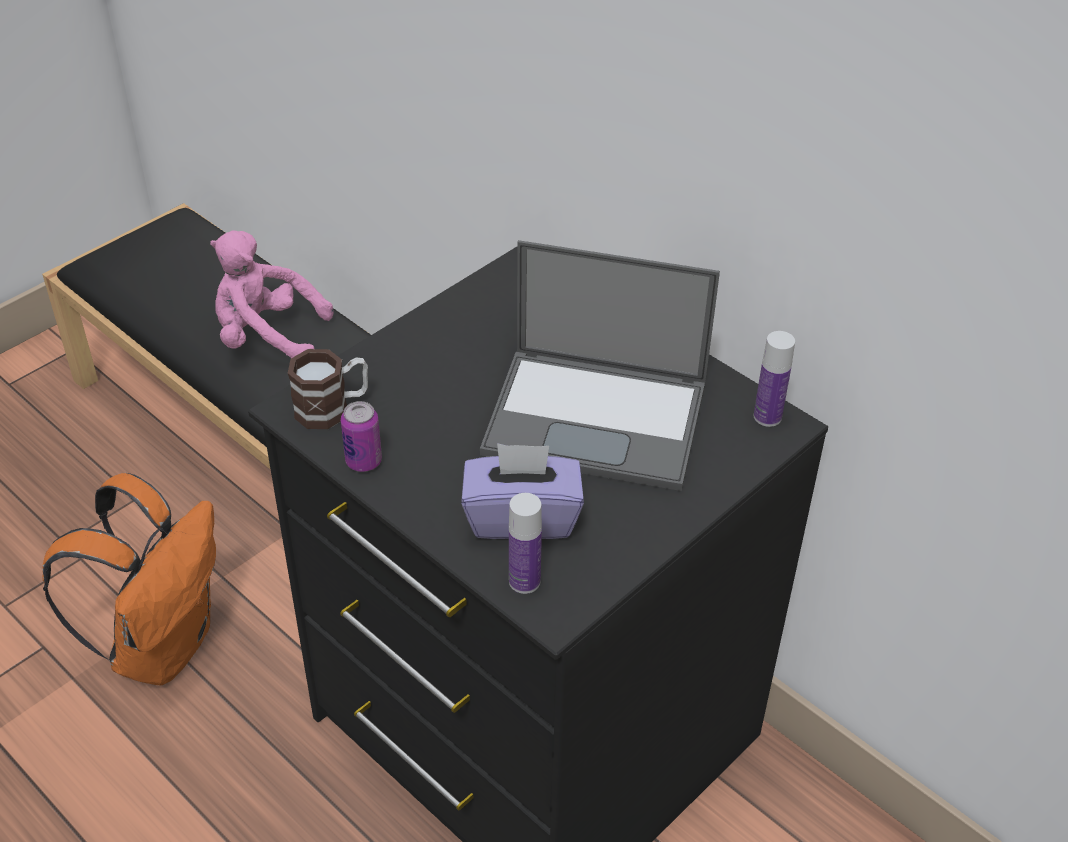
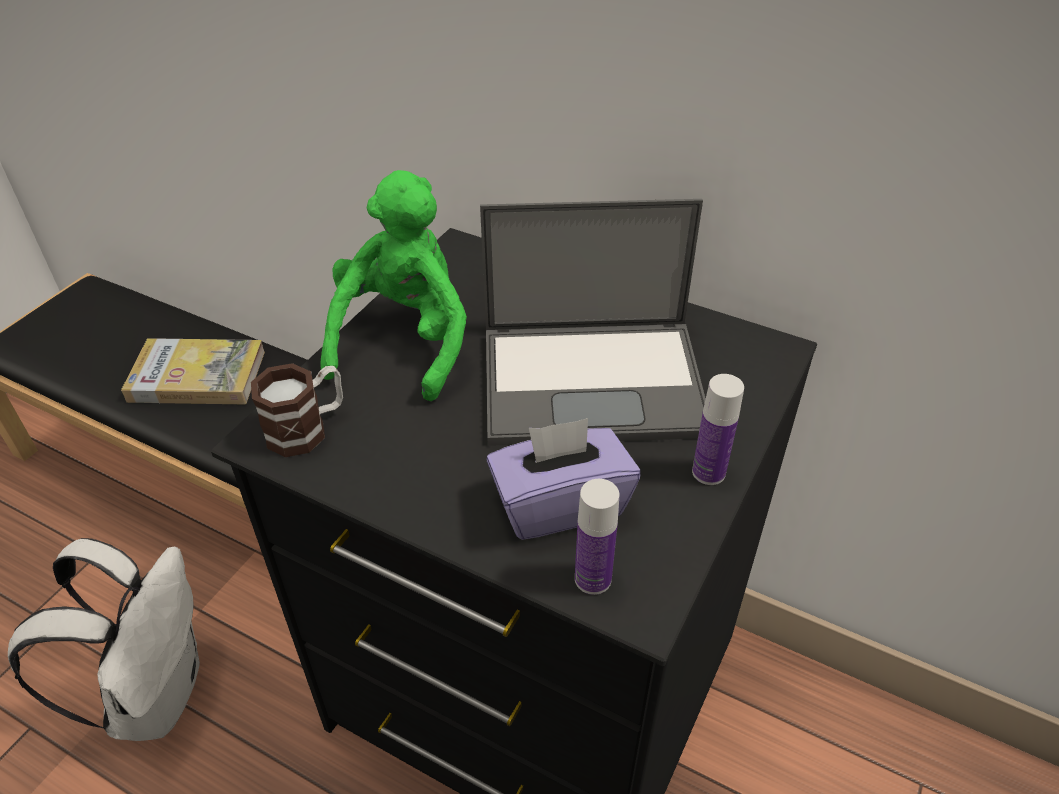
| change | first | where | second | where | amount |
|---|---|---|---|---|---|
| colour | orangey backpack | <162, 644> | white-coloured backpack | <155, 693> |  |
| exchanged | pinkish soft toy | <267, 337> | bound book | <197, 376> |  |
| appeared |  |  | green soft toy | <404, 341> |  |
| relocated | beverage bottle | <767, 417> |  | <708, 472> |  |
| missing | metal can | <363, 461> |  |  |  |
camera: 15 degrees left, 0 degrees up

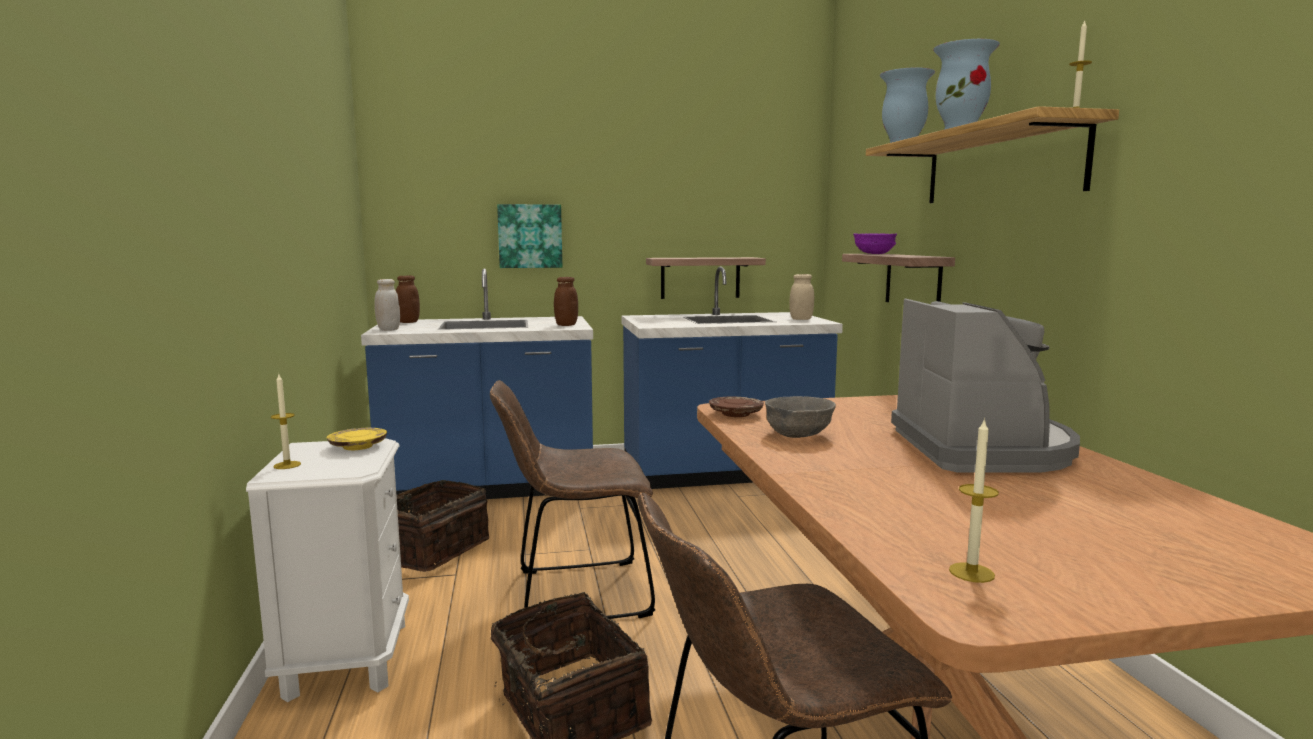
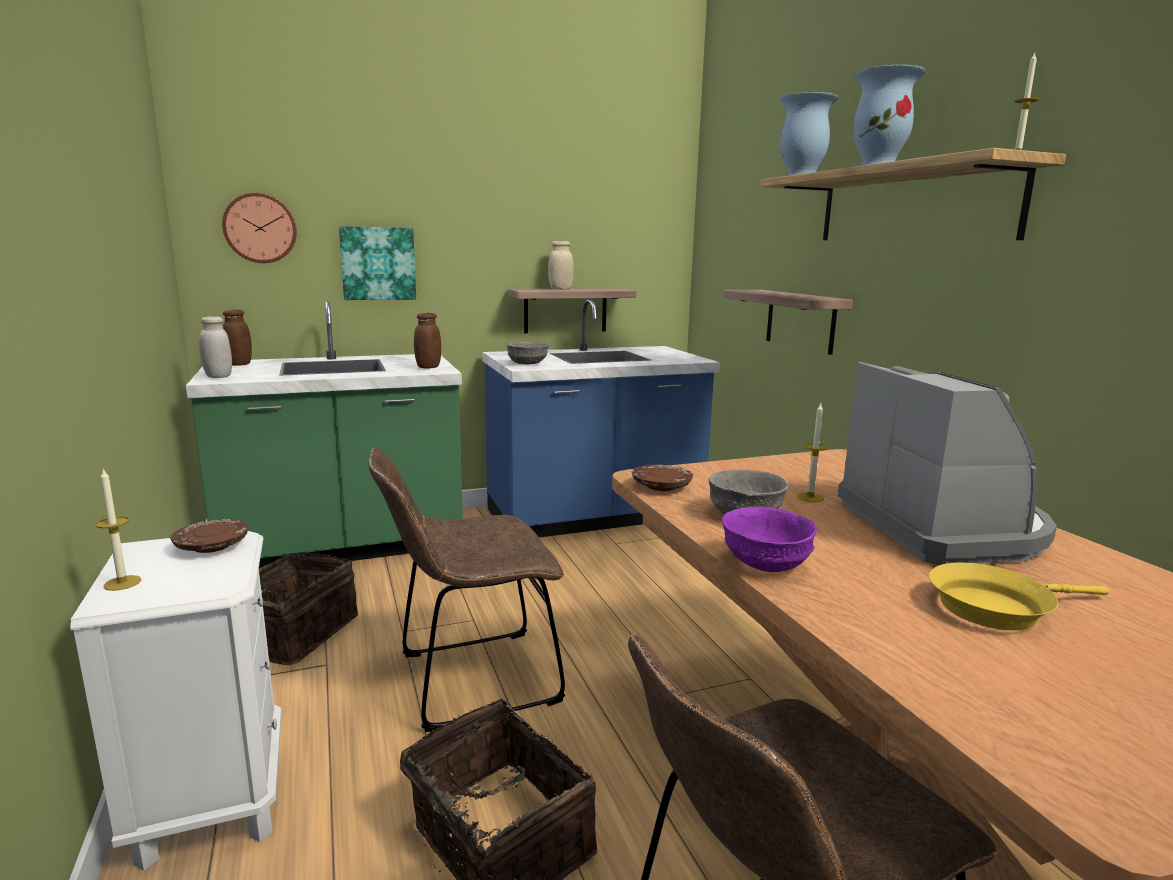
| change | first | where | second | where | amount |
|---|---|---|---|---|---|
| colour | yellow flat dish | <357, 447> | brownish flat dish | <211, 546> |  |
| colour | blue kitchen base unit | <489, 487> | green kitchen base unit | <344, 546> |  |
| appeared |  |  | clock on the wall | <260, 228> |  |
| appeared |  |  | greyish serving bowl | <527, 364> |  |
| relocated | sand-coloured preserve jar | <801, 319> |  | <560, 289> |  |
| relocated | purple-coloured serving bowl | <874, 253> |  | <766, 563> |  |
| relocated | wax light | <971, 572> |  | <810, 497> |  |
| appeared |  |  | yellow pan | <996, 607> |  |
camera: 10 degrees left, 5 degrees up

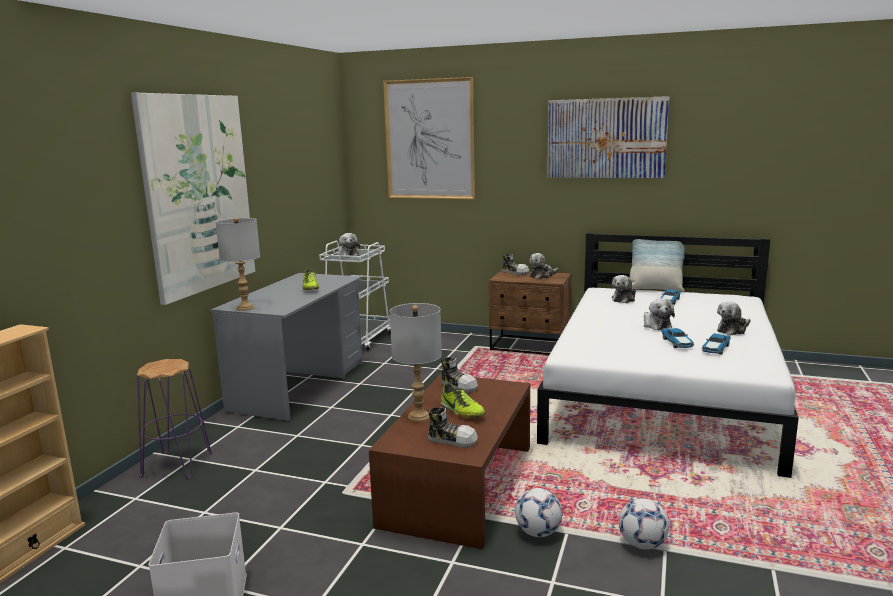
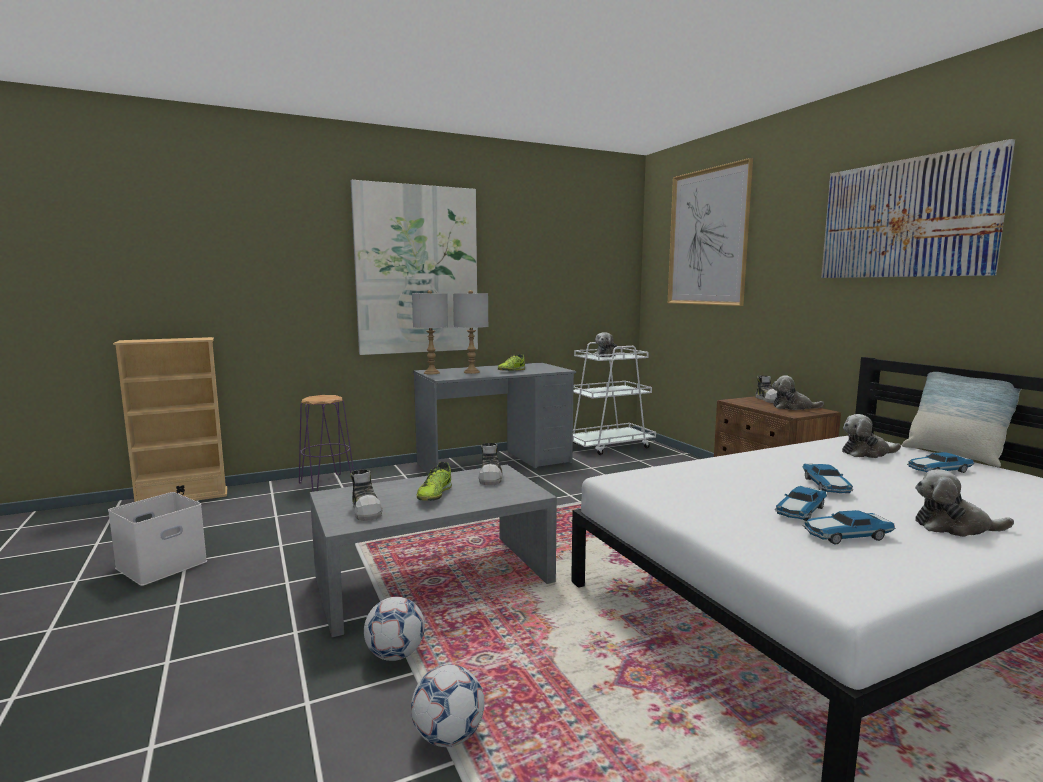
| change | first | where | second | where | amount |
|---|---|---|---|---|---|
| colour | brownish lounge table | <458, 484> | greyish lounge table | <433, 579> |  |
| relocated | greyish tabletop lamp | <419, 417> |  | <472, 372> |  |
| exchanged | soft toy | <656, 325> | miniature car | <826, 486> |  |
camera: 45 degrees right, 5 degrees down

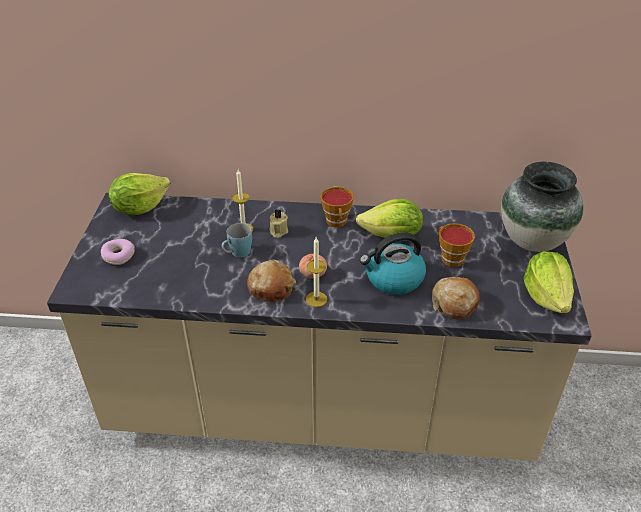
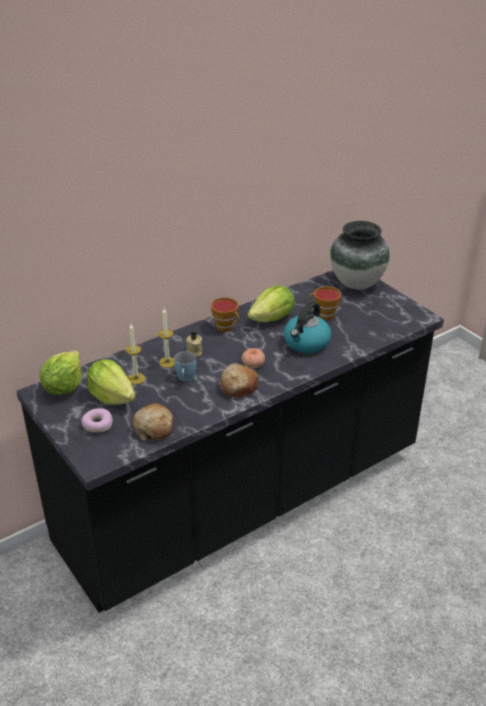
| change | first | where | second | where | amount |
|---|---|---|---|---|---|
| colour | sand-coloured kitchen base unit | <320, 405> | black-coloured kitchen base unit | <242, 498> |  |
| relocated | lettuce | <546, 296> |  | <112, 397> |  |
| relocated | wax light | <316, 299> |  | <136, 378> |  |
| relocated | bread | <454, 303> |  | <154, 428> |  |
camera: 40 degrees left, 5 degrees down

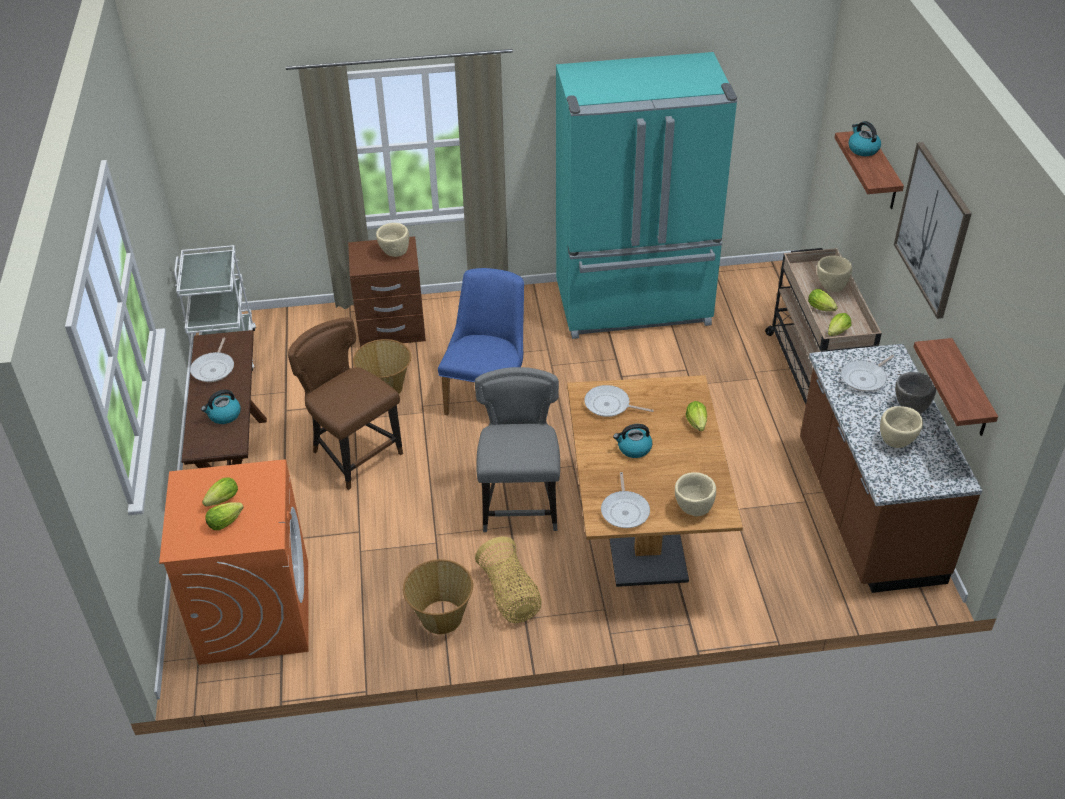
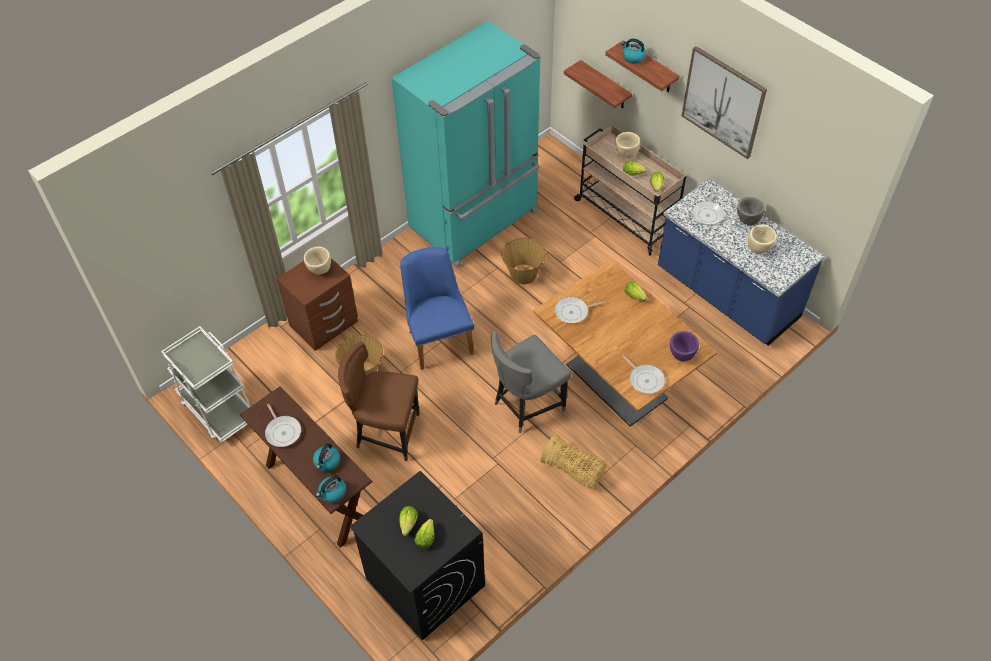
| change | first | where | second | where | amount |
|---|---|---|---|---|---|
| relocated | water kettle | <633, 448> |  | <332, 493> |  |
| colour | orangey washing machine | <254, 611> | black-coloured washing machine | <424, 582> |  |
| spun | greyish plain chair | <520, 504> |  | <526, 405> | 90 degrees counterclockwise |
| relocated | household basket | <441, 616> |  | <523, 274> |  |
| relocated | shelf | <969, 391> |  | <605, 86> |  |
| colour | brownish kitchen base unit | <866, 512> | blue kitchen base unit | <726, 295> |  |
| colour | sand-coloured serving bowl | <693, 509> | purple-coloured serving bowl | <681, 356> |  |
camera: 35 degrees left, 10 degrees up

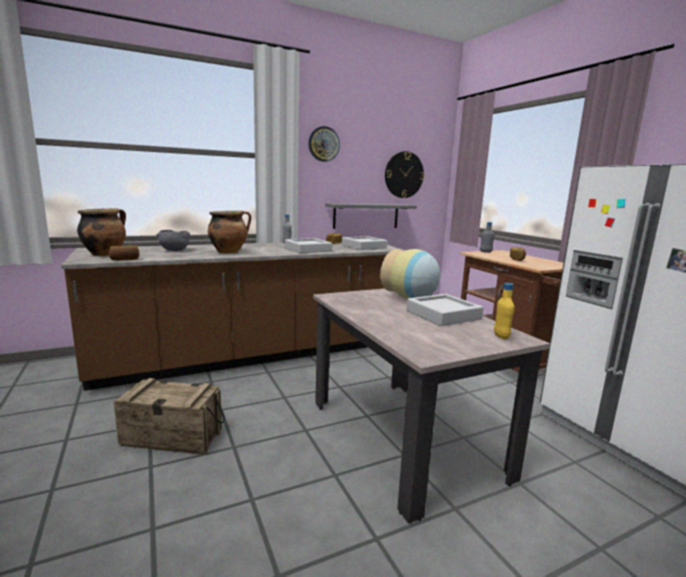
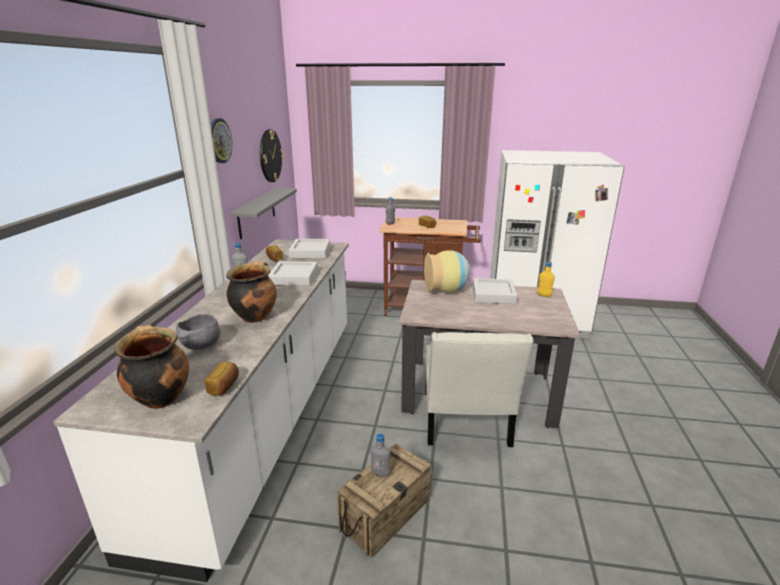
| change | first | where | second | where | amount |
|---|---|---|---|---|---|
| colour | brownish kitchen base unit | <256, 354> | white-coloured kitchen base unit | <267, 414> |  |
| appeared |  |  | greyish beverage bottle | <380, 473> |  |
| appeared |  |  | white-coloured plain chair | <465, 423> |  |
camera: 55 degrees left, 10 degrees up

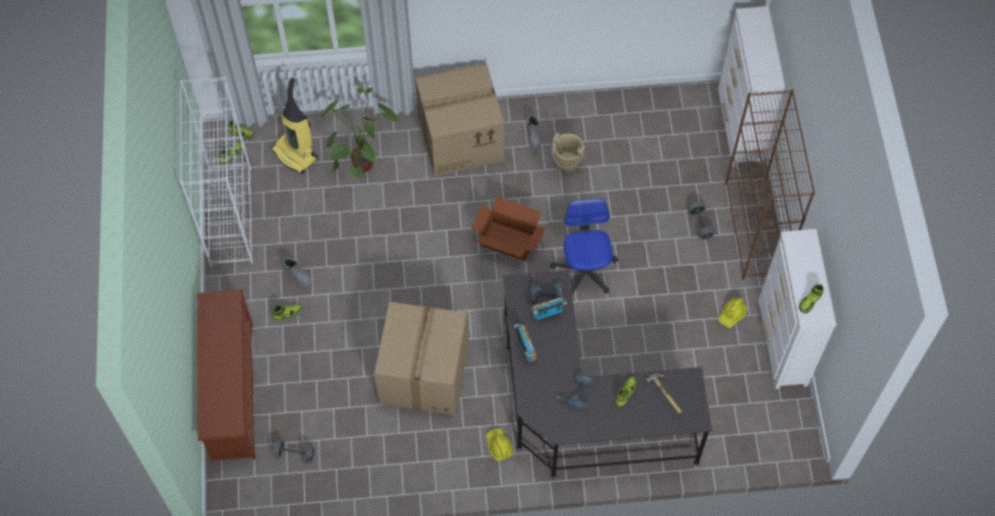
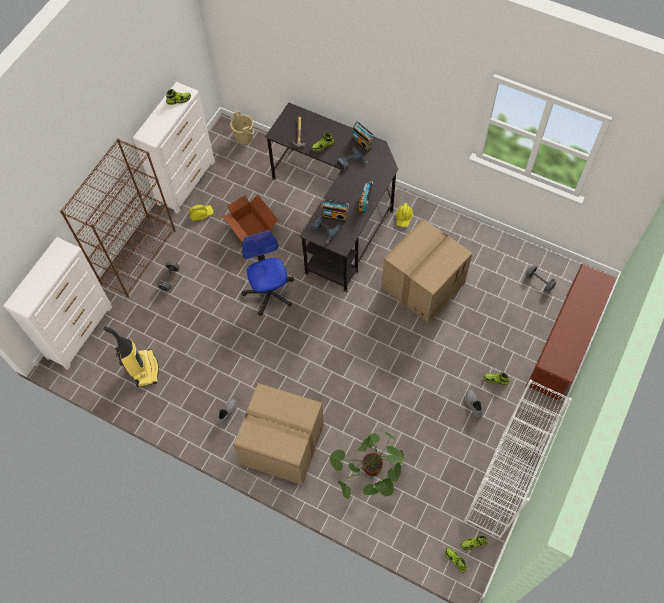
| change | first | where | second | where | amount |
|---|---|---|---|---|---|
| relocated | vacuum cleaner | <296, 154> |  | <144, 368> |  |
| relocated | cardboard box | <508, 241> |  | <252, 230> |  |
| relocated | sand-coloured bucket | <567, 161> |  | <244, 137> |  |
| spun | desk chair | <584, 271> |  | <269, 292> | 135 degrees clockwise |
| appeared |  |  | radio set | <362, 142> |  |
camera: 145 degrees left, 0 degrees up

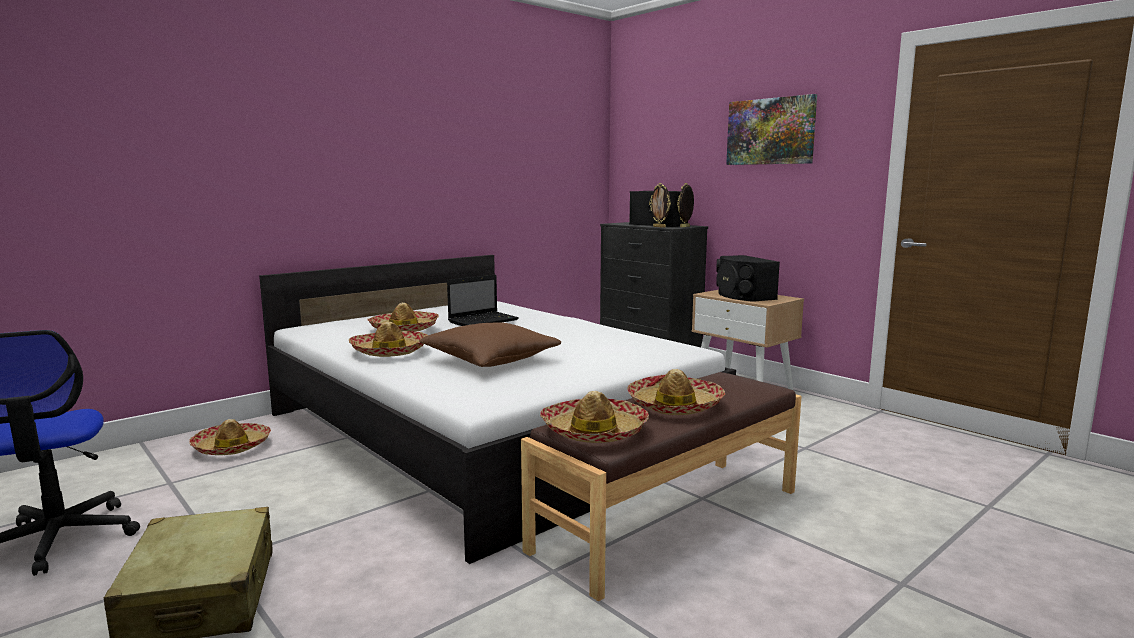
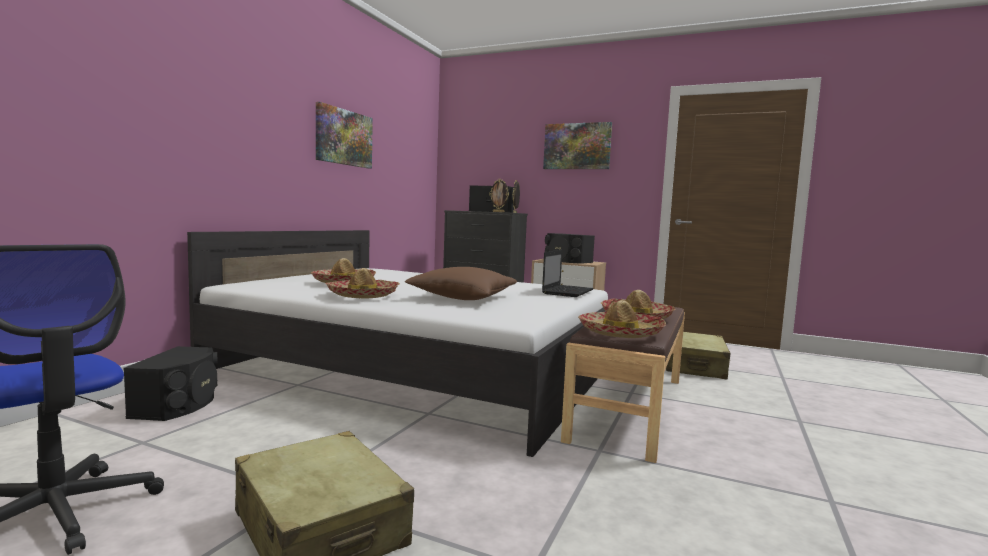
| change | first | where | second | where | amount |
|---|---|---|---|---|---|
| exchanged | hat | <232, 447> | black-coloured loudspeaker | <179, 404> |  |
| appeared |  |  | wall art | <343, 137> |  |
| relocated | laptop | <484, 321> |  | <568, 292> |  |
| appeared |  |  | sand-coloured travel case | <694, 366> |  |
camera: 25 degrees left, 5 degrees down

